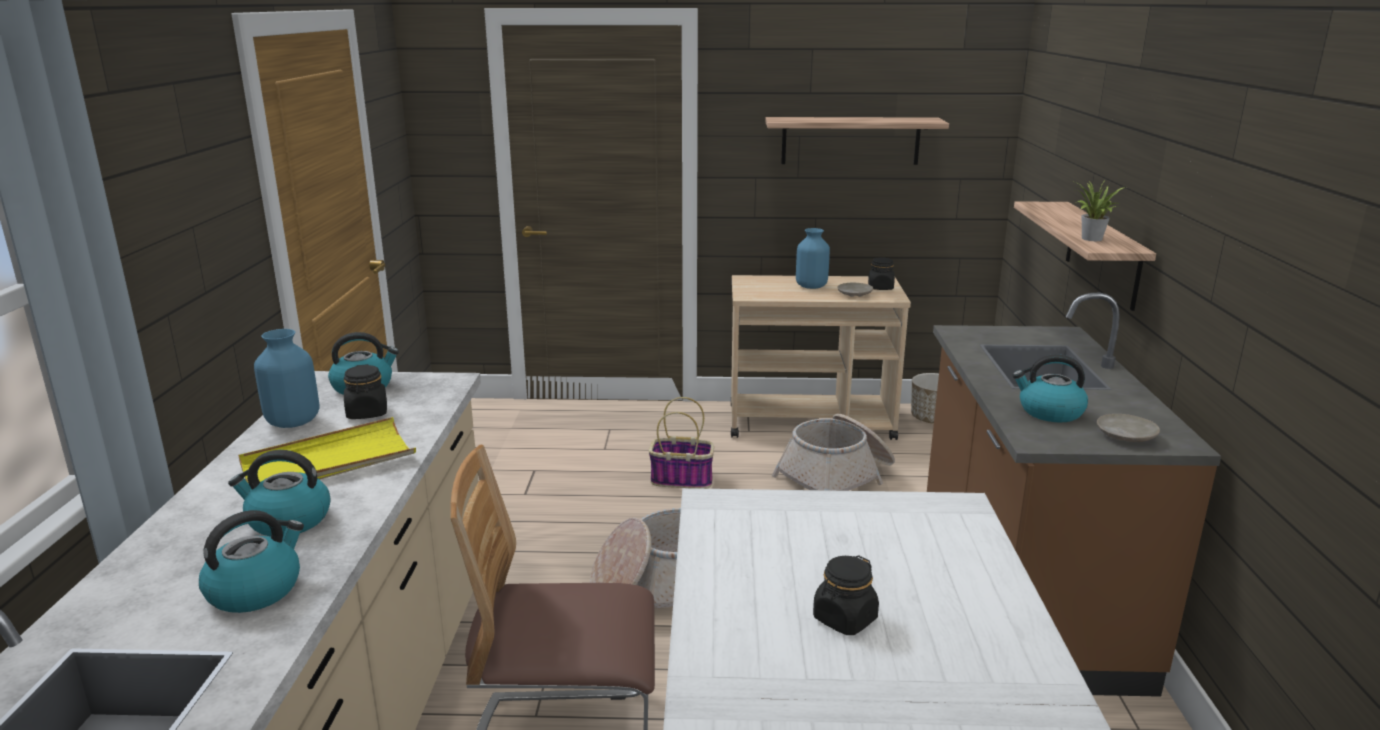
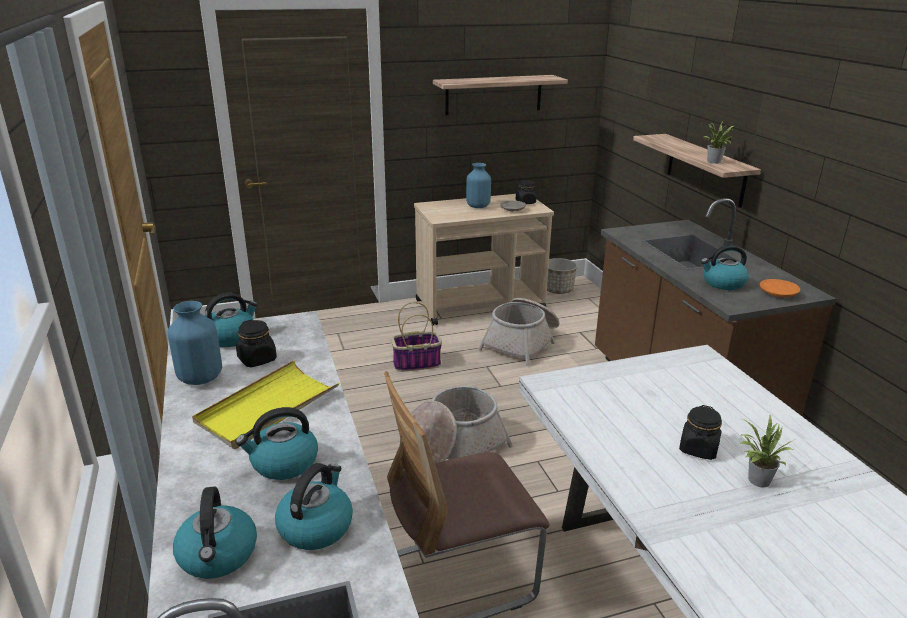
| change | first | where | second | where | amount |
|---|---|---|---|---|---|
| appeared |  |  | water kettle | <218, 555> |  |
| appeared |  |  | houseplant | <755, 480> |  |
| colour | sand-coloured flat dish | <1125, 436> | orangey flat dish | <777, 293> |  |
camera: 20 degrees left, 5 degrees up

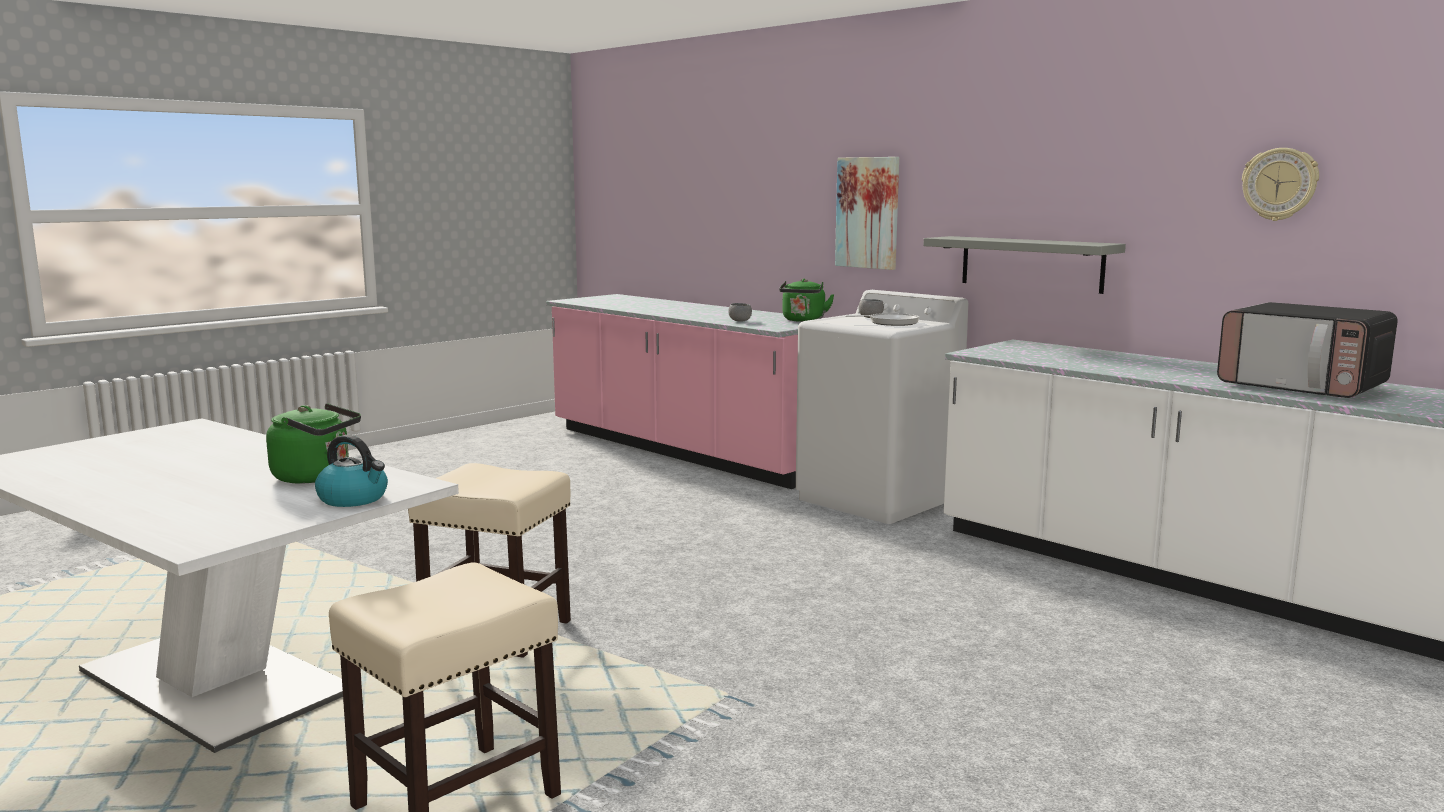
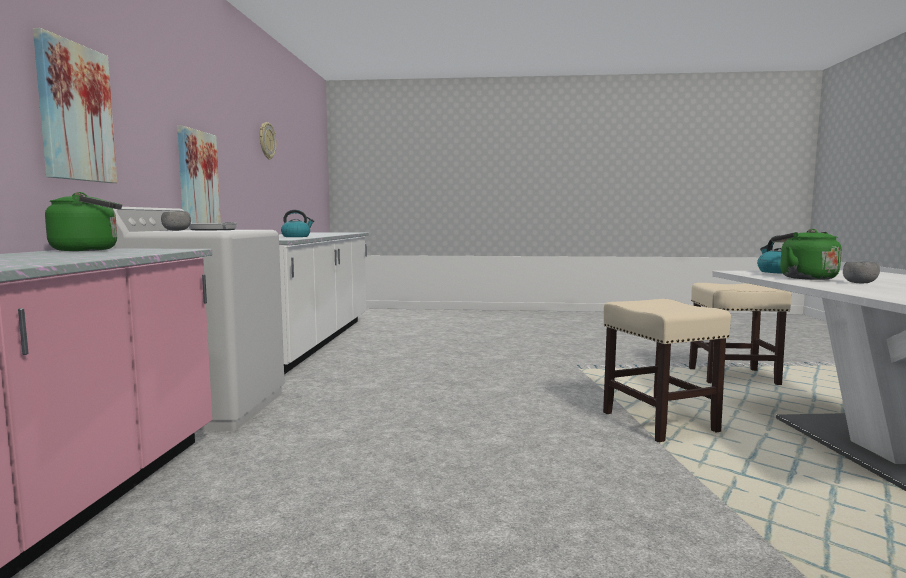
| change | first | where | second | where | amount |
|---|---|---|---|---|---|
| exchanged | greyish shelf | <1031, 264> | wall art | <197, 179> |  |
| appeared |  |  | water kettle | <296, 236> |  |
| relocated | greyish serving bowl | <740, 321> |  | <859, 283> |  |
| missing | microwave oven | <1302, 387> |  |  |  |
camera: 130 degrees left, 5 degrees down

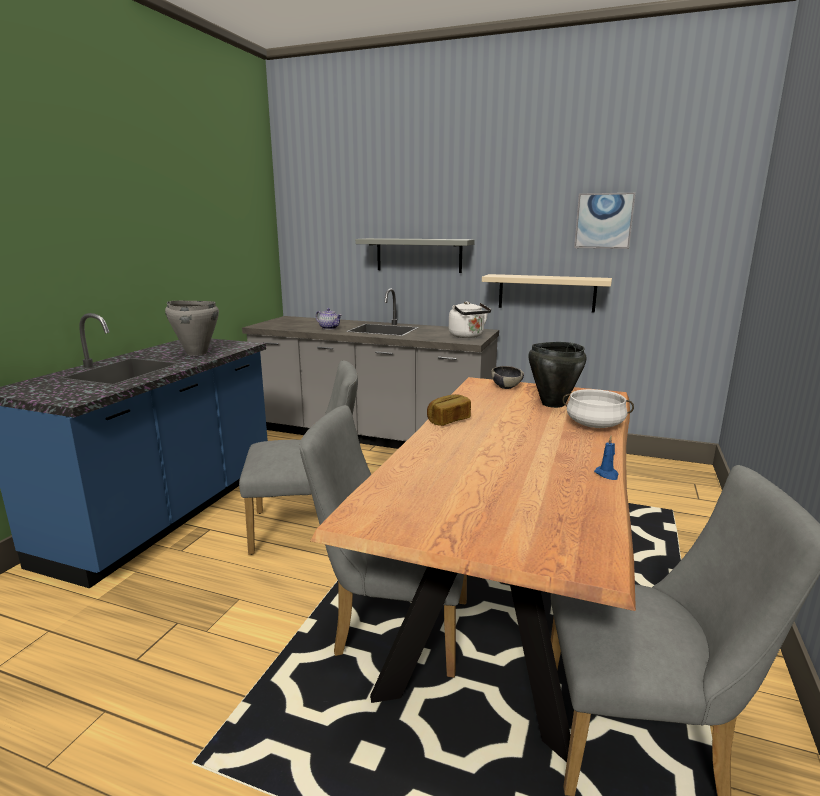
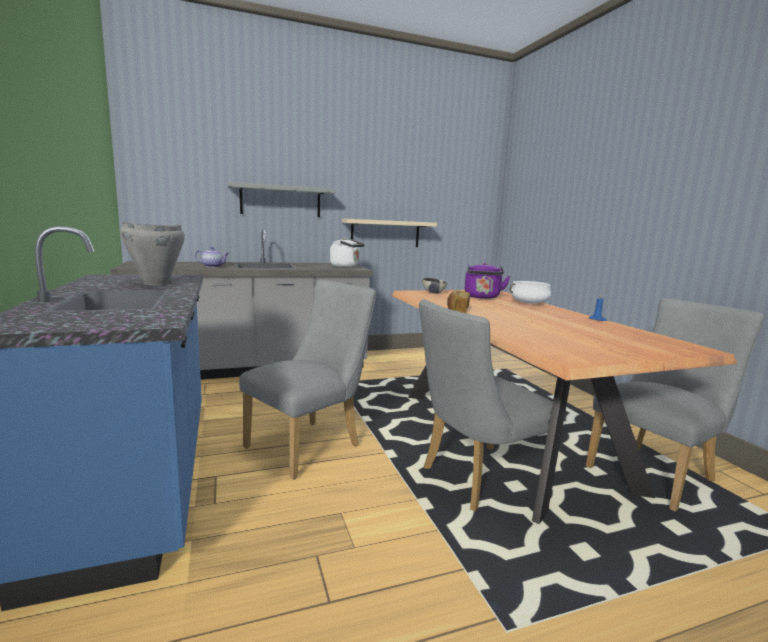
| change | first | where | second | where | amount |
|---|---|---|---|---|---|
| exchanged | black-coloured saucepot | <552, 404> | purple-coloured water kettle | <482, 297> |  |
| missing | wall art | <604, 221> |  |  |  |
camera: 40 degrees left, 5 degrees down

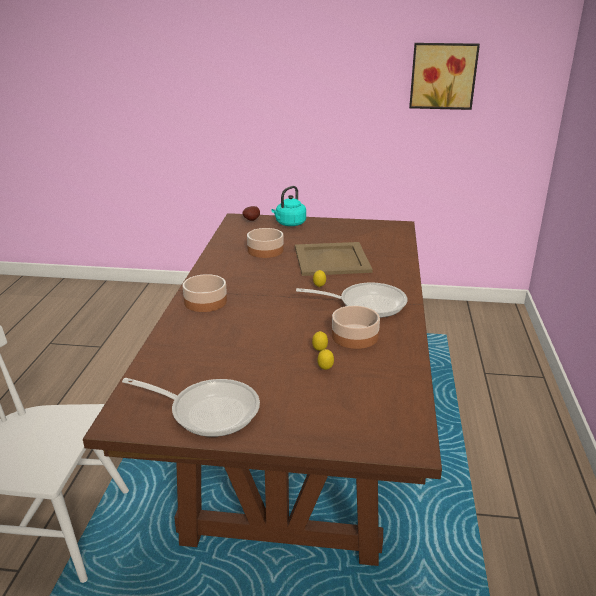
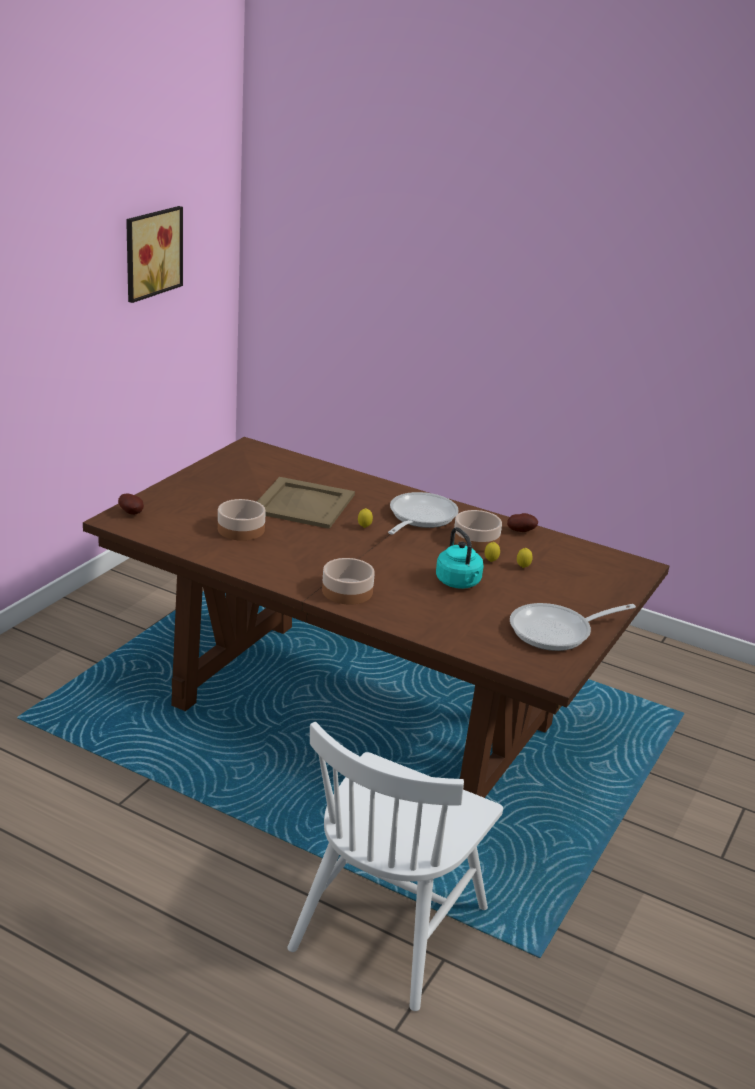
| change | first | where | second | where | amount |
|---|---|---|---|---|---|
| relocated | turquoise-coloured water kettle | <289, 224> |  | <459, 583> |  |
| appeared |  |  | spud | <521, 531> |  |
| spun | pan | <208, 410> |  | <557, 632> | 150 degrees counterclockwise |
camera: 70 degrees left, 0 degrees up

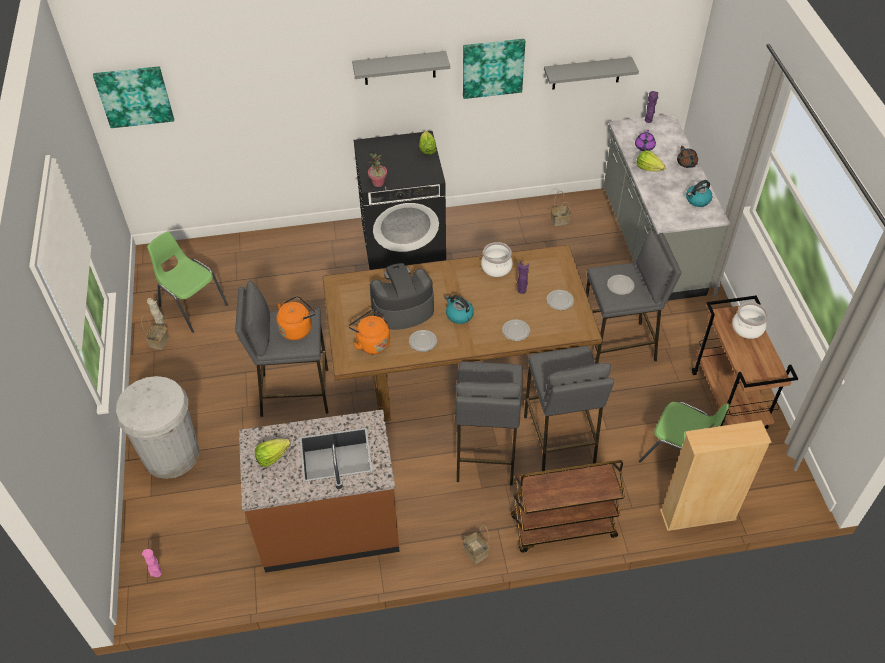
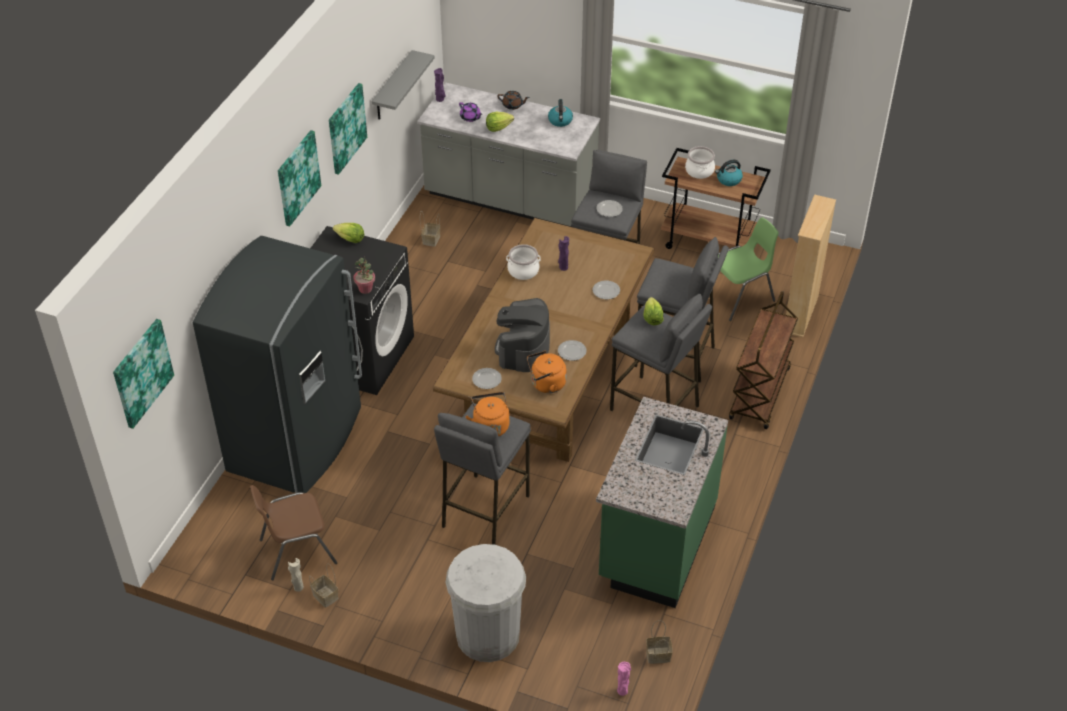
| change | first | where | second | where | amount |
|---|---|---|---|---|---|
| appeared |  |  | greyish kitchen fridge | <298, 440> |  |
| colour | green plain chair | <192, 305> | brownish plain chair | <296, 551> |  |
| exchanged | greyish shelf | <399, 68> | wall art | <297, 177> |  |
| relocated | flat dish | <559, 301> |  | <486, 380> |  |
| colour | brownish kitchen base unit | <329, 525> | green kitchen base unit | <655, 543> |  |
| relocated | lettuce | <272, 457> |  | <652, 318> |  |
| relocated | household basket | <475, 551> |  | <657, 656> |  |
| relocated | water kettle | <459, 315> |  | <728, 180> |  |
camera: 60 degrees left, 5 degrees down

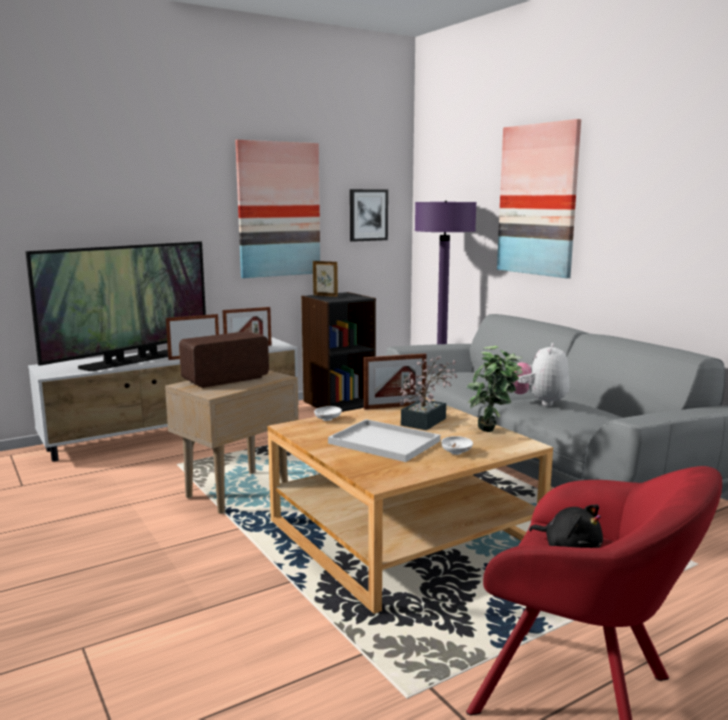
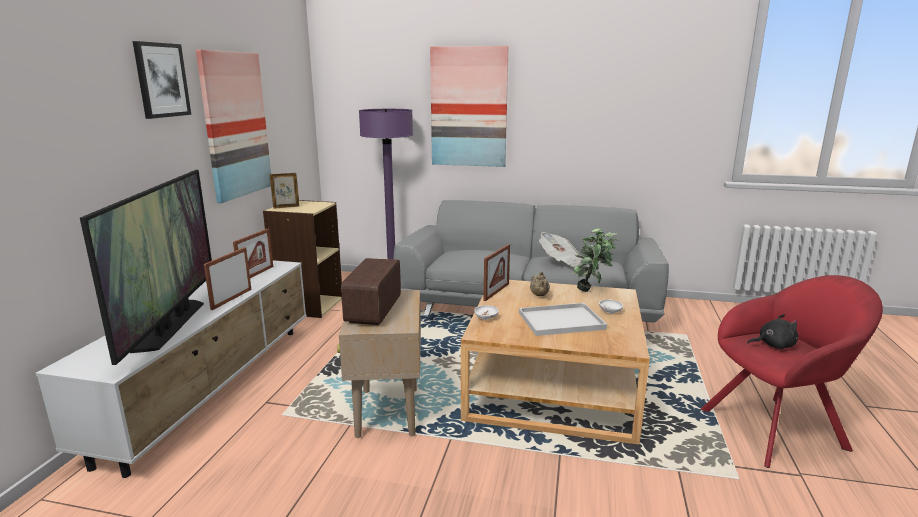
| change | first | where | second | where | amount |
|---|---|---|---|---|---|
| relocated | wall art | <368, 215> |  | <161, 80> |  |
| colour | black-coloured bookcase | <338, 403> | sand-coloured bookcase | <309, 305> |  |
| exchanged | houseplant | <427, 420> | sand-coloured teapot | <539, 295> |  |
| exchanged | soft toy | <539, 402> | newspaper | <560, 261> |  |
camera: 45 degrees left, 5 degrees up

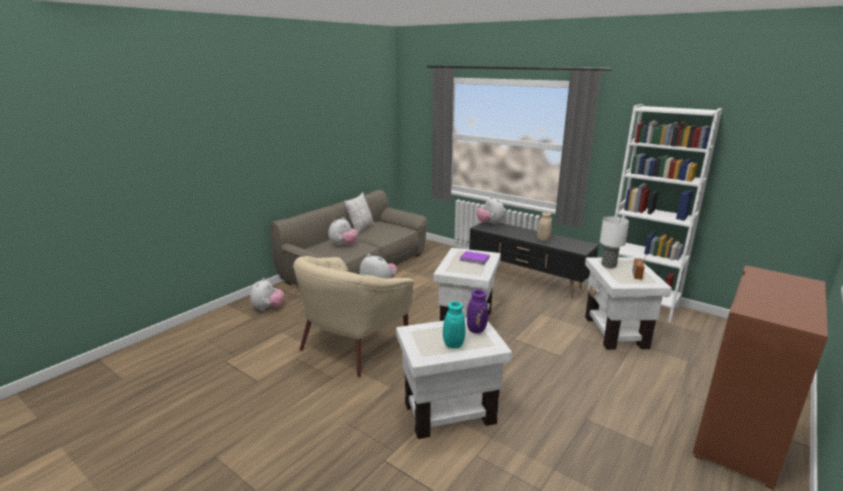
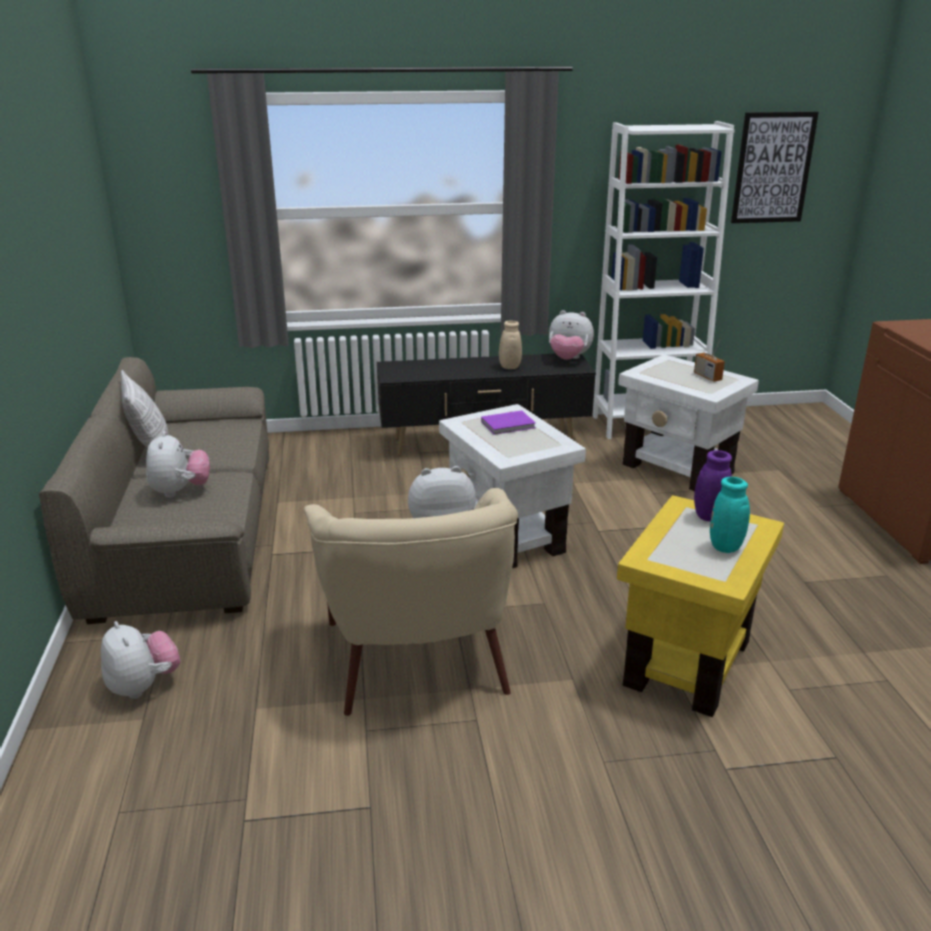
| change | first | where | second | where | amount |
|---|---|---|---|---|---|
| relocated | soft toy | <490, 223> |  | <568, 359> |  |
| colour | white-coloured side table | <449, 412> | yellow side table | <685, 662> |  |
| appeared |  |  | wall art | <773, 168> |  |
| missing | tabletop lamp | <609, 265> |  |  |  |
camera: 45 degrees left, 5 degrees up

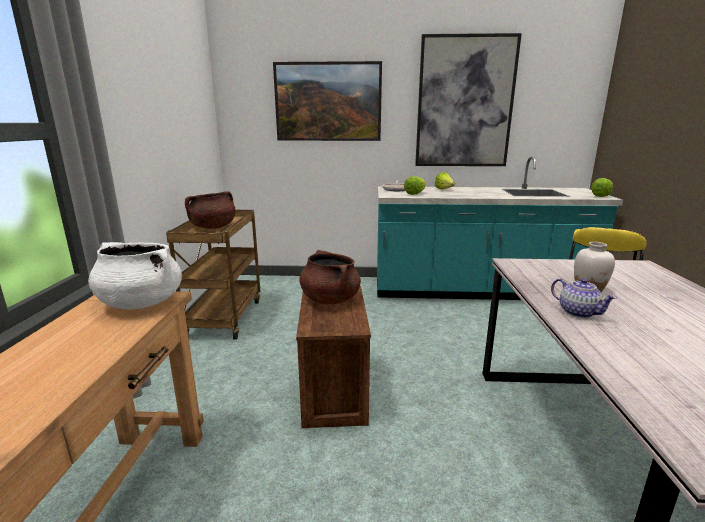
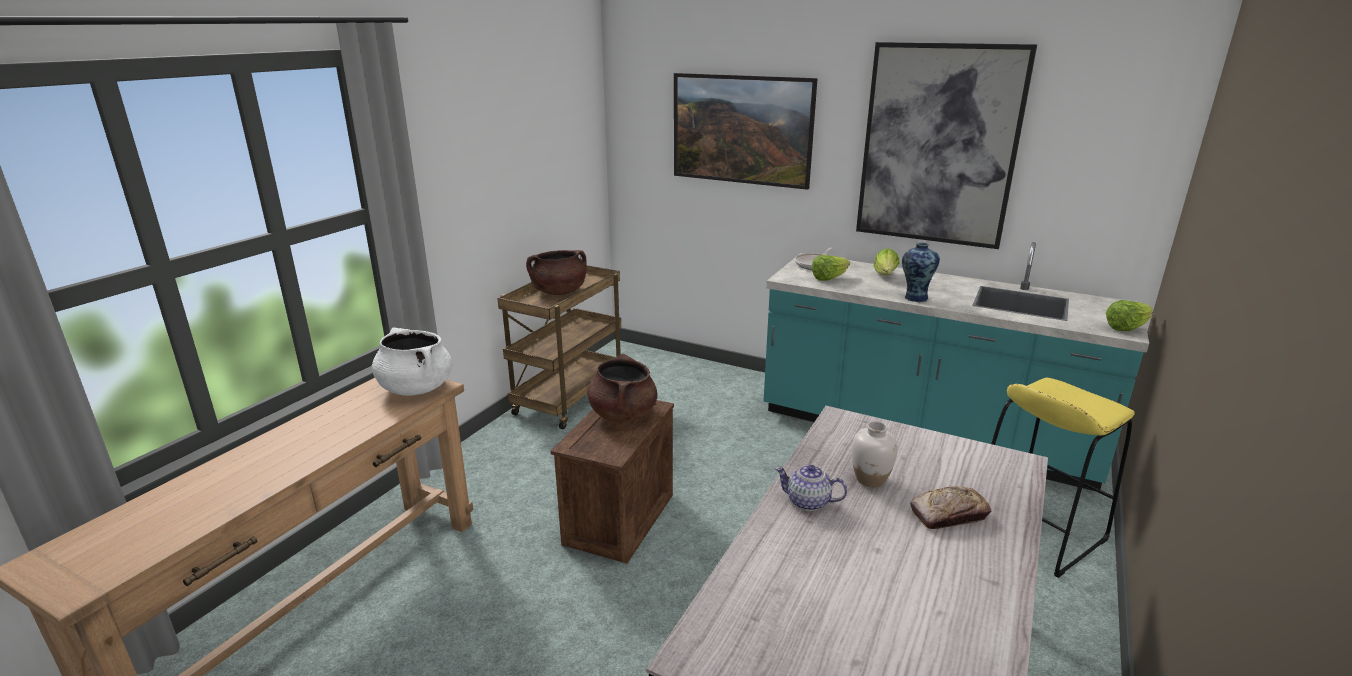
| change | first | where | second | where | amount |
|---|---|---|---|---|---|
| spun | teapot | <578, 312> |  | <808, 502> | 120 degrees clockwise |
| appeared |  |  | flower vase | <915, 297> |  |
| appeared |  |  | bread | <949, 515> |  |
camera: 25 degrees right, 5 degrees up

